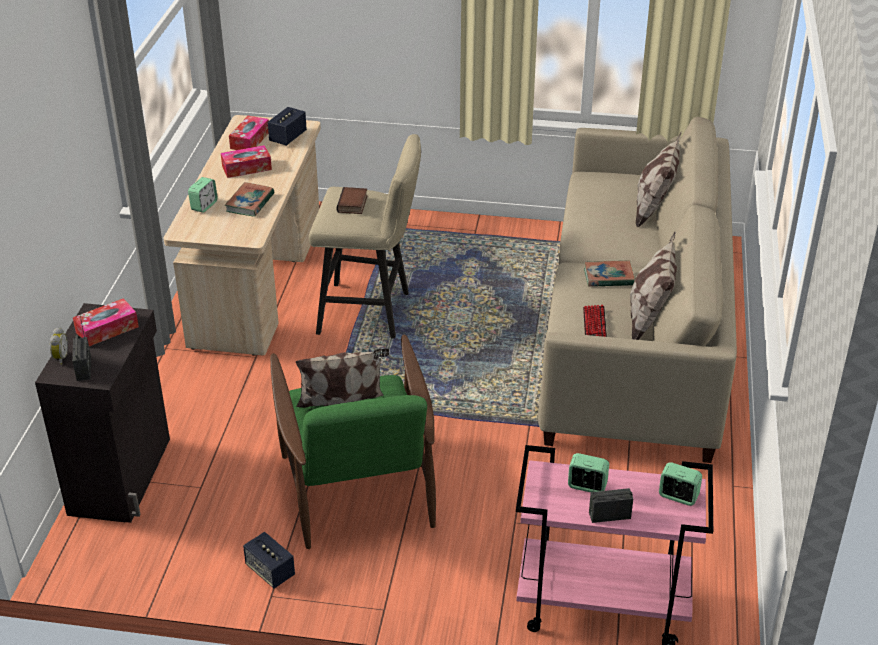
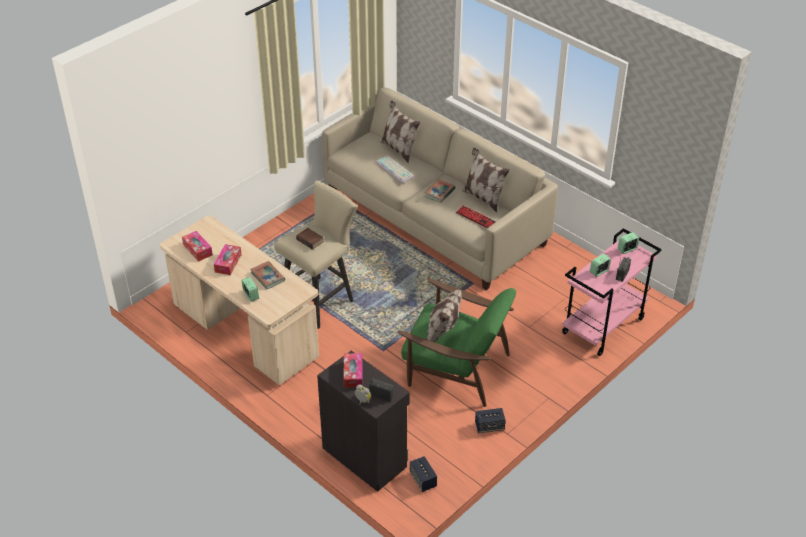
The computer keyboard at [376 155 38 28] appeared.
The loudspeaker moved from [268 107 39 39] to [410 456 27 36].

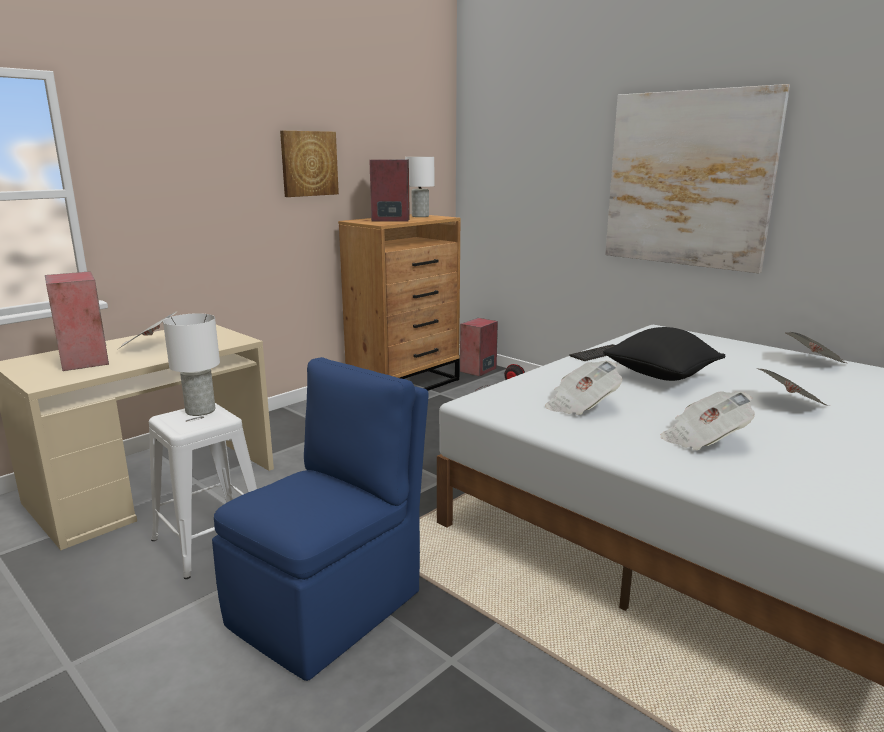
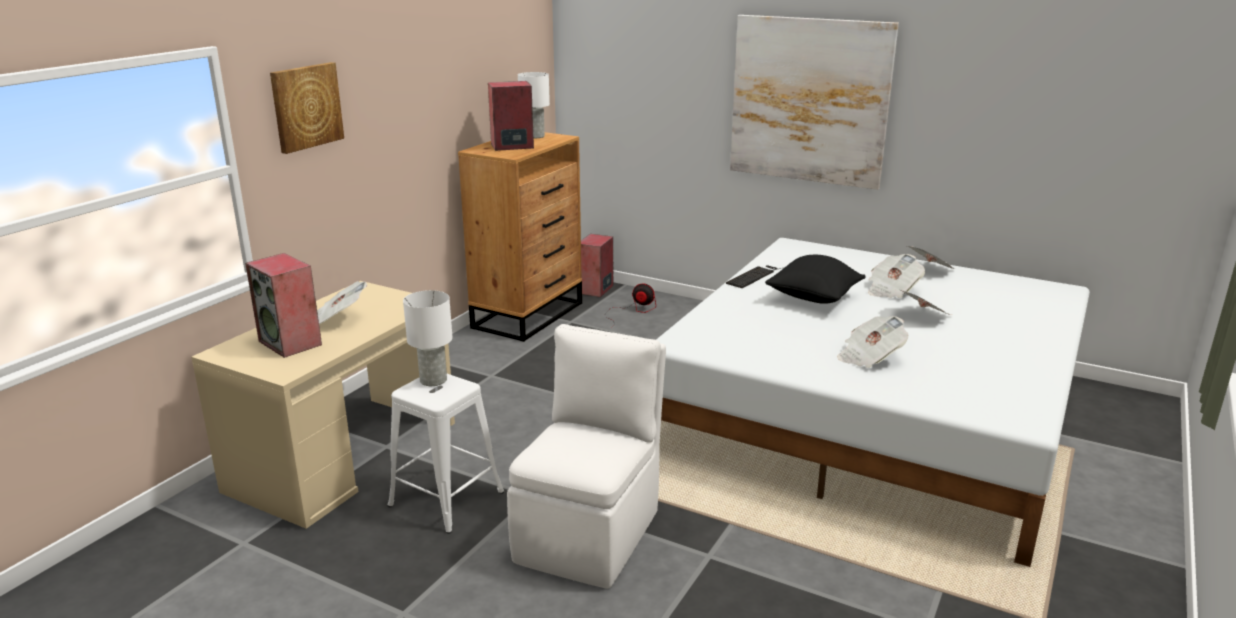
The wall picture moved from [280 131 59 66] to [270 62 74 92].
The plain chair in blue at [212 357 217 324] became the plain chair in white at [507 324 159 265].
The newspaper moved from [545 361 77 54] to [868 254 57 44].

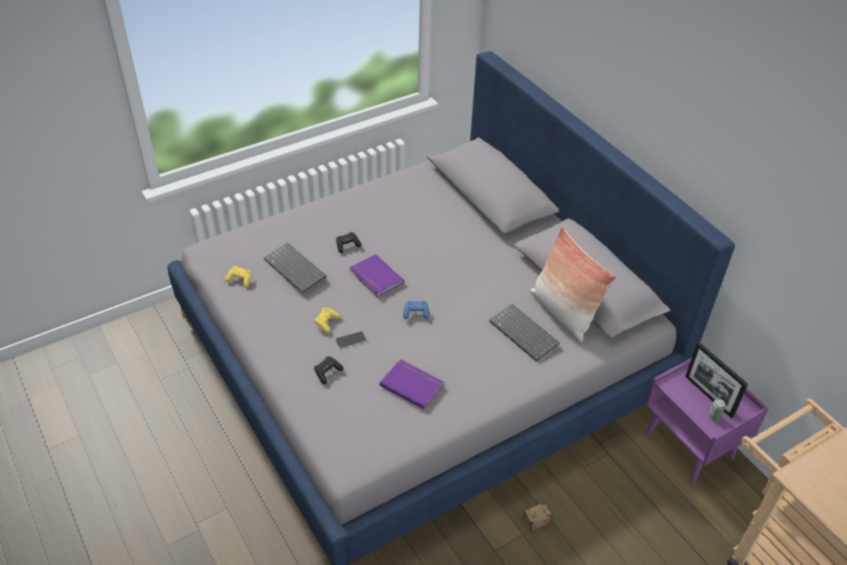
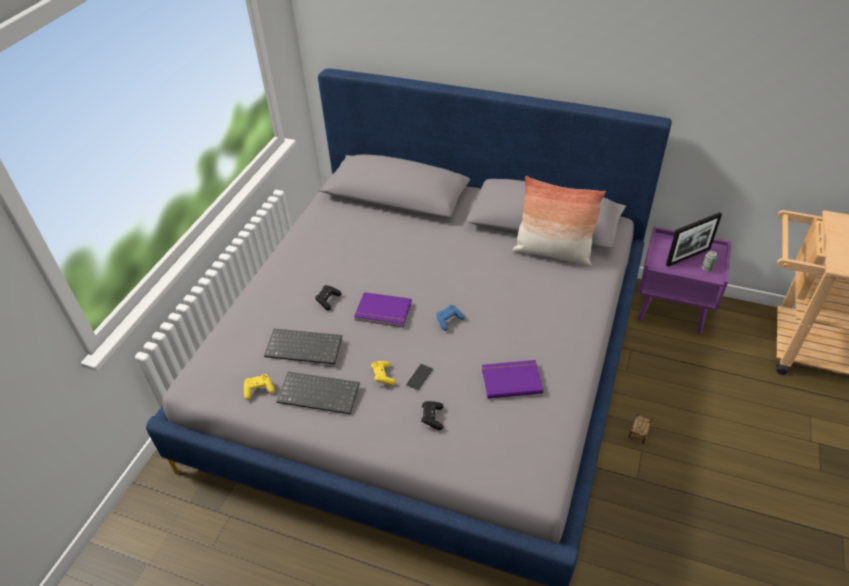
The computer keyboard moved from [489 304 71 57] to [276 372 84 42].
The standing frame at [685 342 63 76] turned 45 degrees counterclockwise.

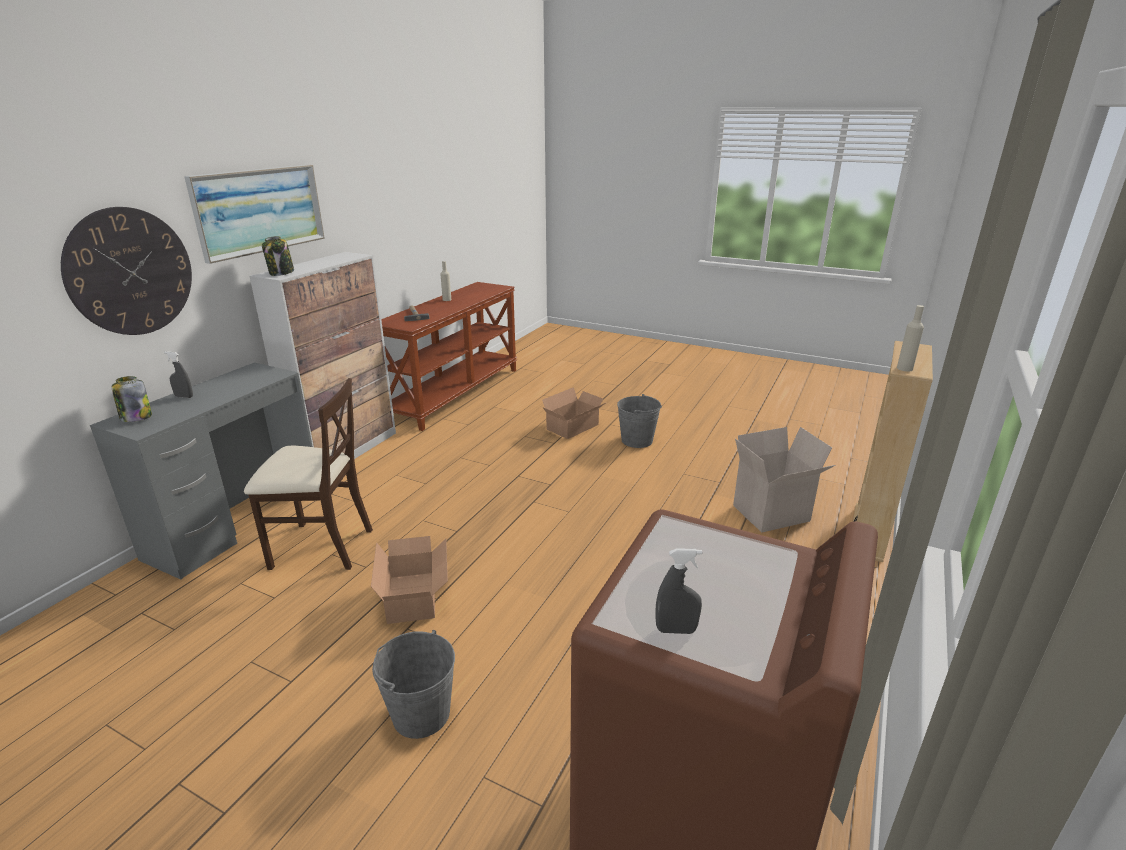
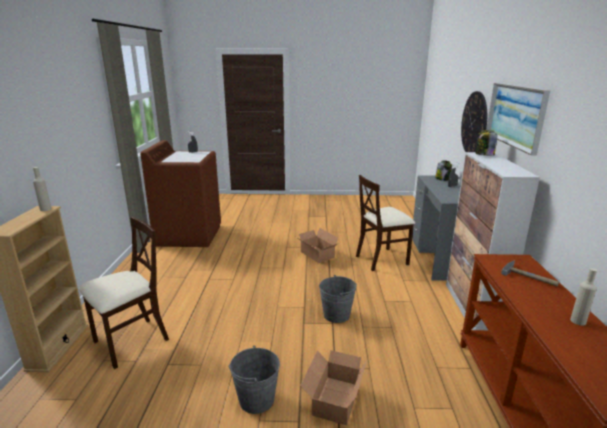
The cardboard box at [733 427 102 105] was replaced by the plain chair in beige-coloured at [79 217 90 152].
The pail in gray moved from [372 630 83 109] to [319 275 38 48].

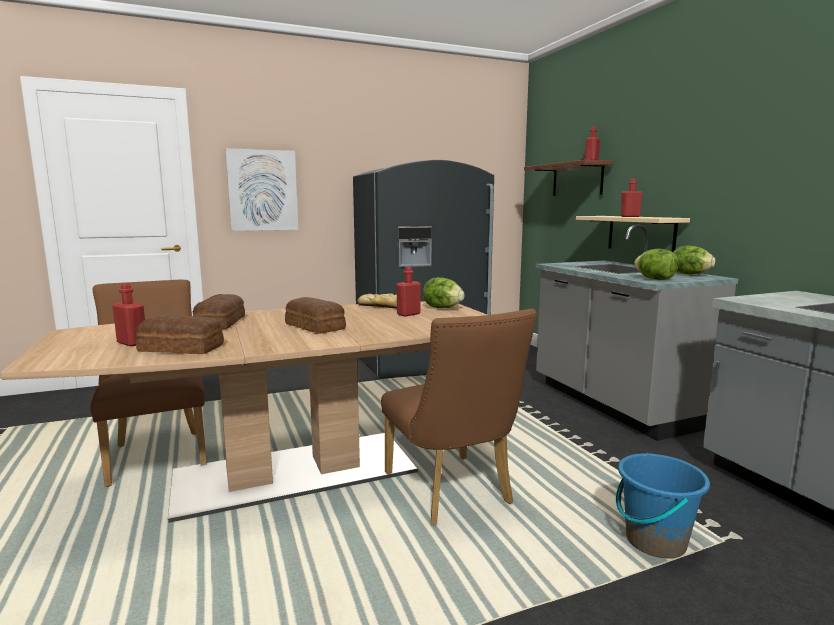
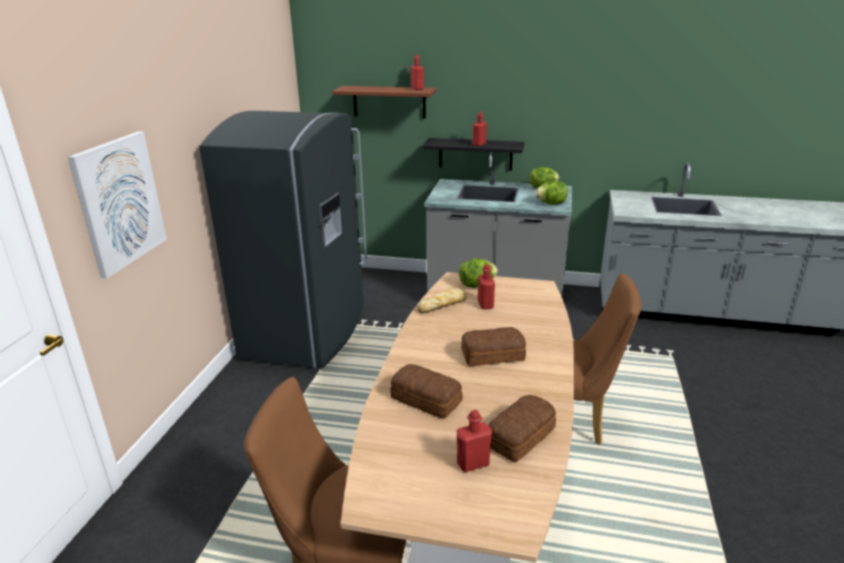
The shelf in beige-coloured at [576 216 114 36] became the shelf in black at [422 138 103 33].
The pail in blue at [616 453 94 106] disappeared.

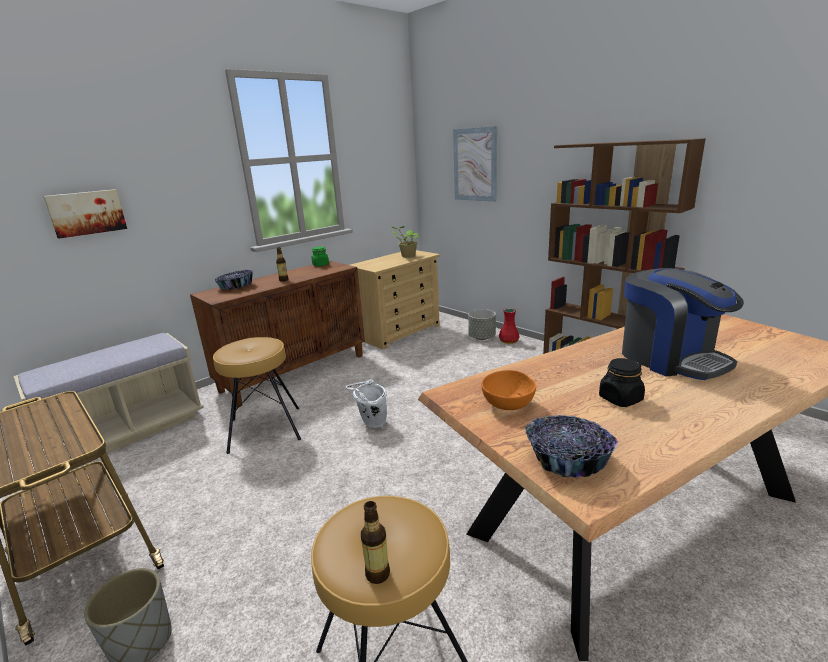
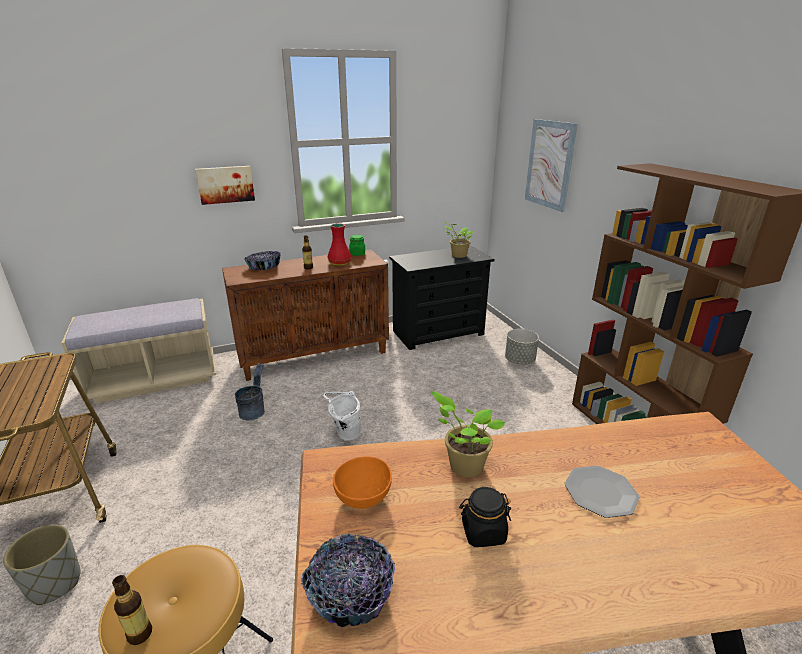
The wall picture moved from [43 189 84 50] to [195 166 60 39].
The stool in brown at [213 337 88 117] was replaced by the pail in gray at [235 363 30 58].
The decorative vase in reddish moved from [499 308 21 36] to [328 223 23 42].
The chest of drawers in beige-coloured at [351 250 89 99] became the chest of drawers in black at [389 246 106 104].
The potted plant at [431 391 74 86] appeared.
The coffee maker at [622 268 122 112] was replaced by the plate at [565 466 75 52].

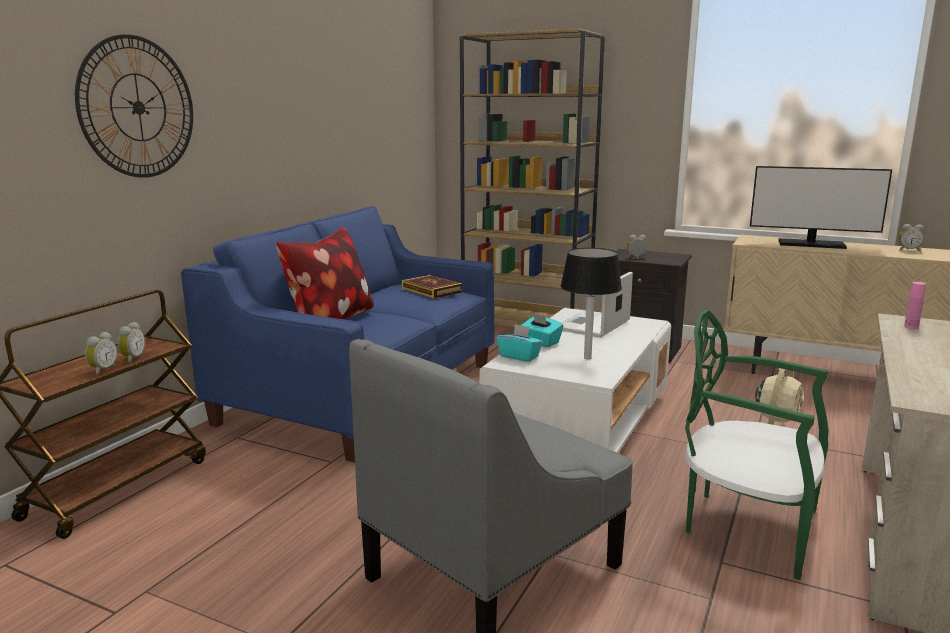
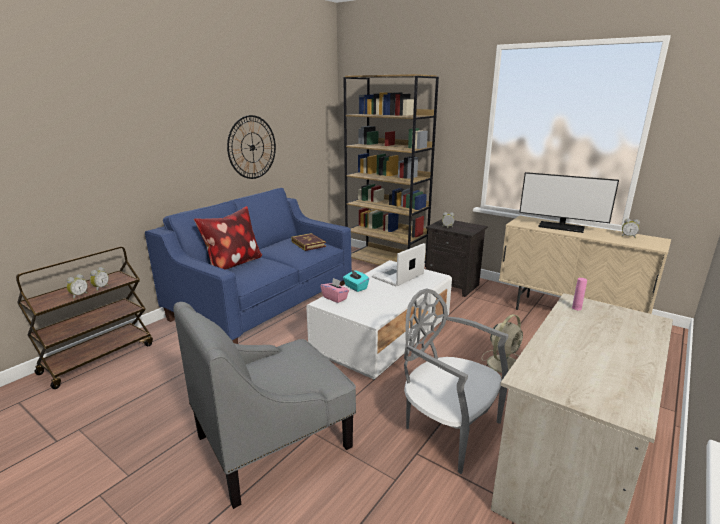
The hanging clock moved from [75 34 118 144] to [227 115 49 64].
The tissue box in turquoise-coloured at [496 324 47 38] became the tissue box in pinkish at [321 278 28 25].
The plain chair in greenish at [685 310 144 270] became the plain chair in gray at [404 288 105 186].
The table lamp in black at [560 248 62 111] disappeared.

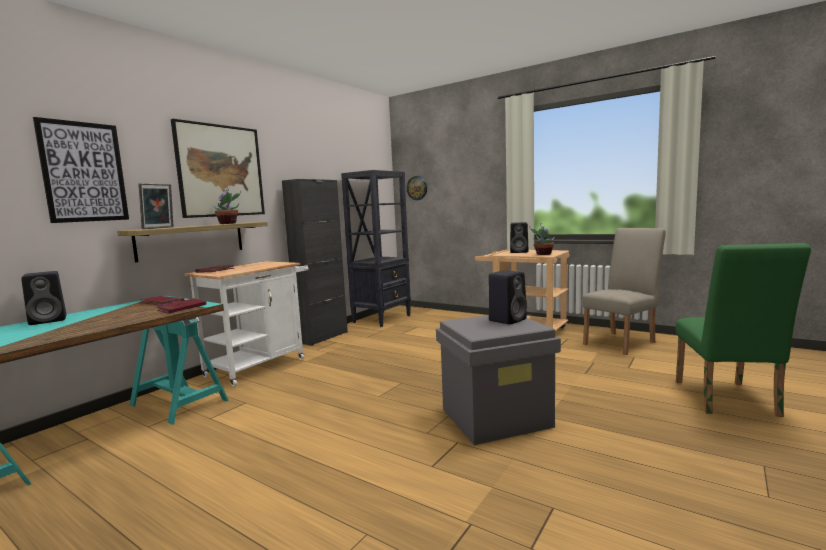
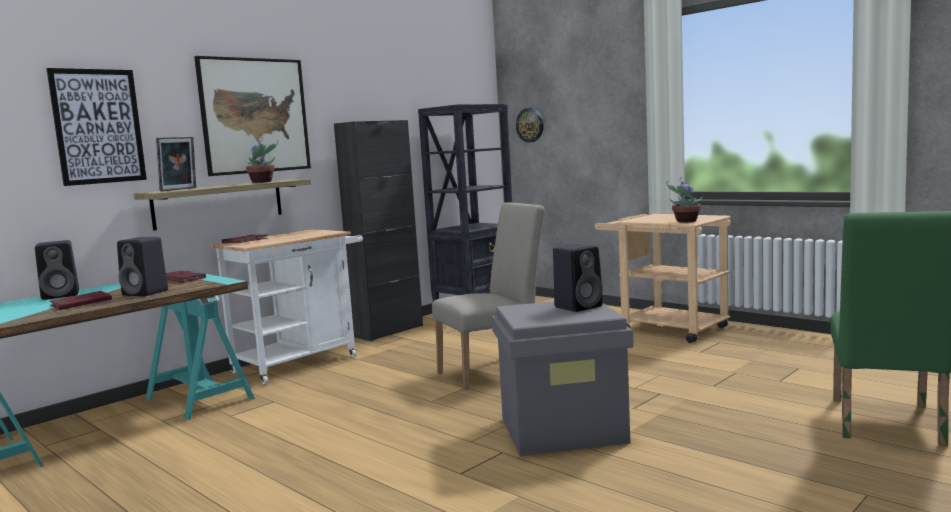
The volume in reddish moved from [157 298 49 16] to [50 291 62 19].
The loudspeaker in black moved from [510 222 18 31] to [117 237 51 59].
The plain chair in beige-coloured moved from [583 228 83 127] to [432 202 113 188].

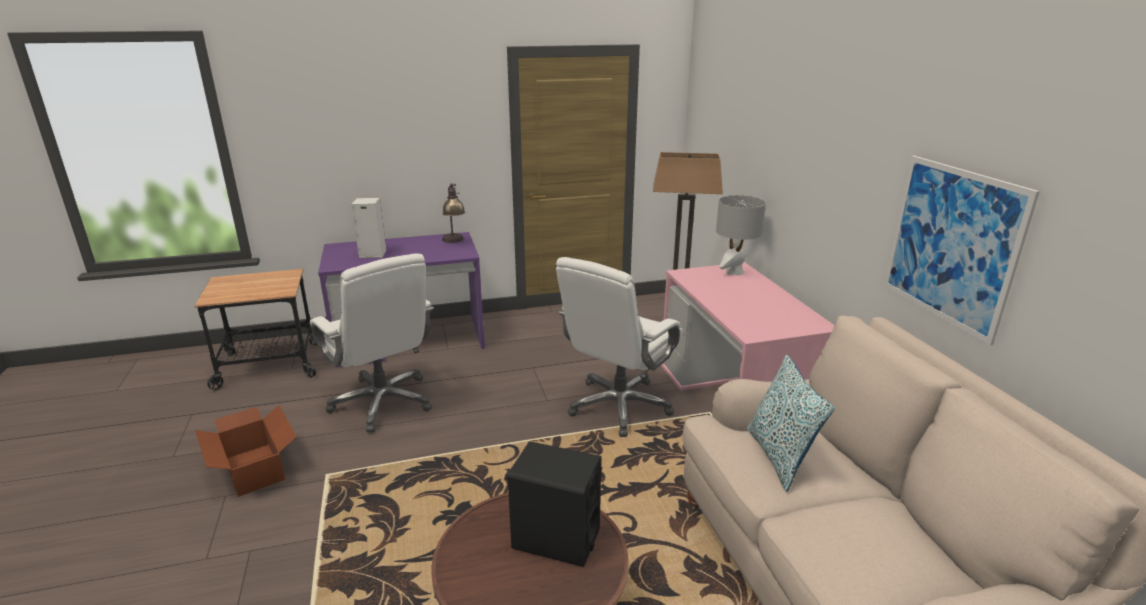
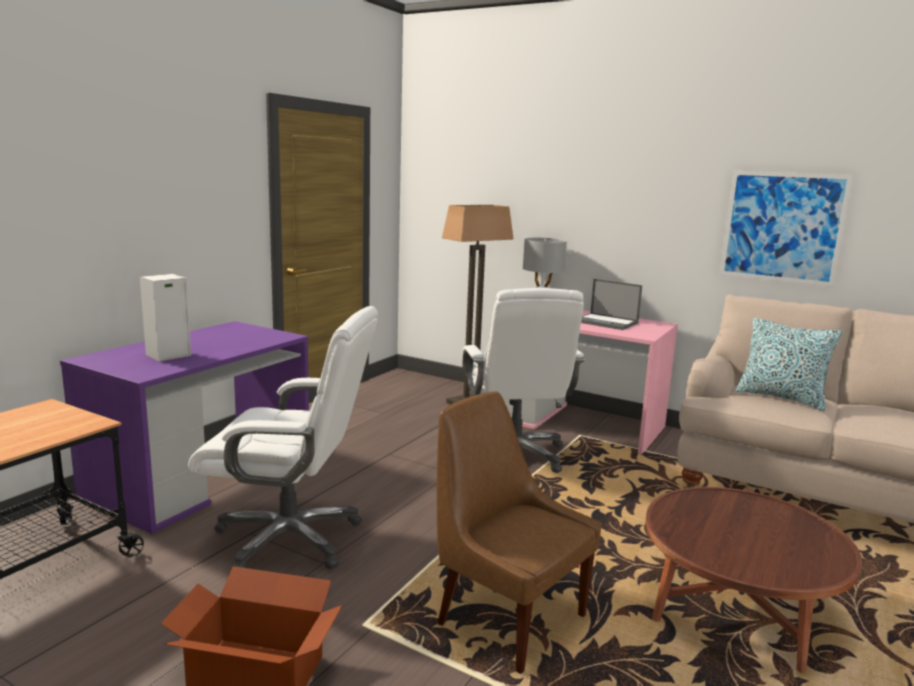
The plain chair in brown at [437 391 165 283] appeared.
The notebook computer at [581 279 61 51] appeared.
The table lamp at [442 183 23 60] disappeared.
The loudspeaker in black at [505 441 96 126] disappeared.

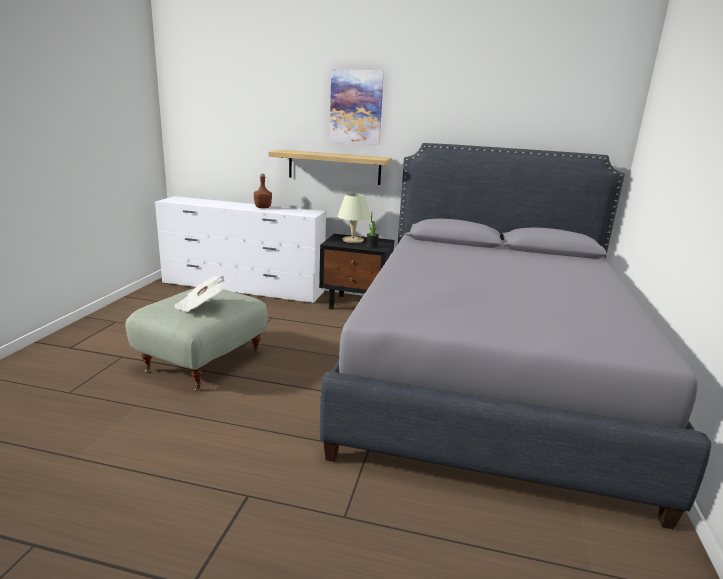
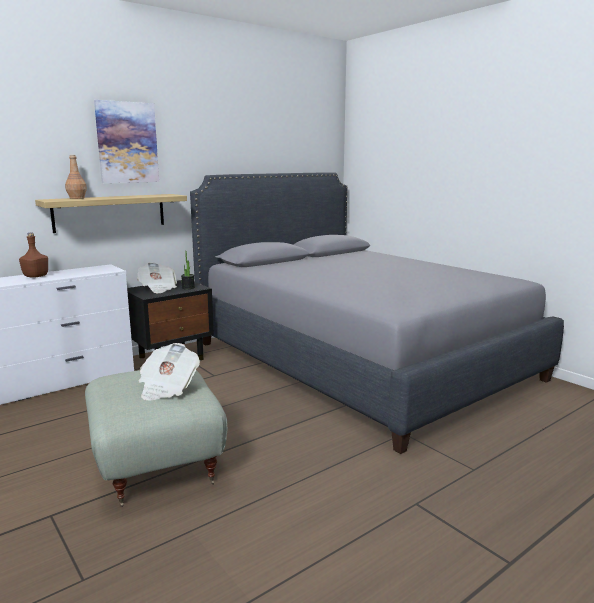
The bottle in brown at [65 155 22 44] appeared.
The table lamp in beige-coloured at [337 193 34 50] was replaced by the newspaper at [137 262 40 31].

